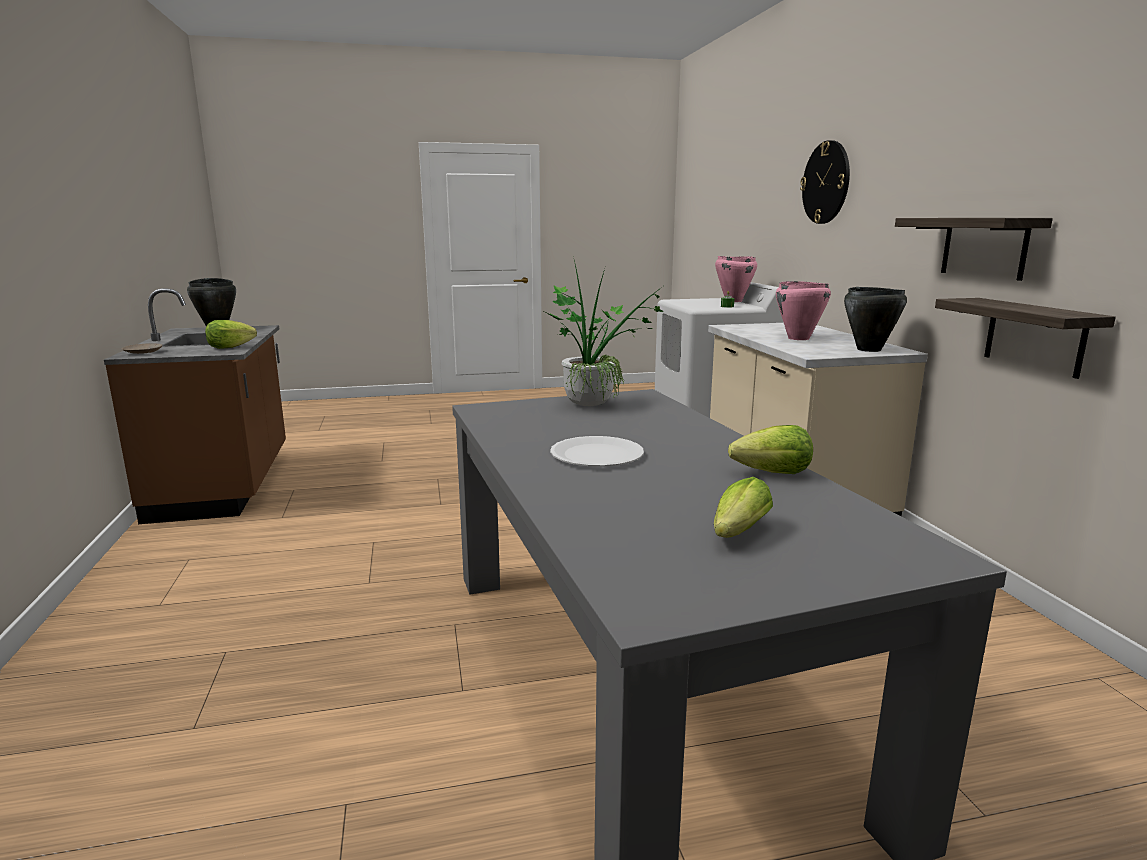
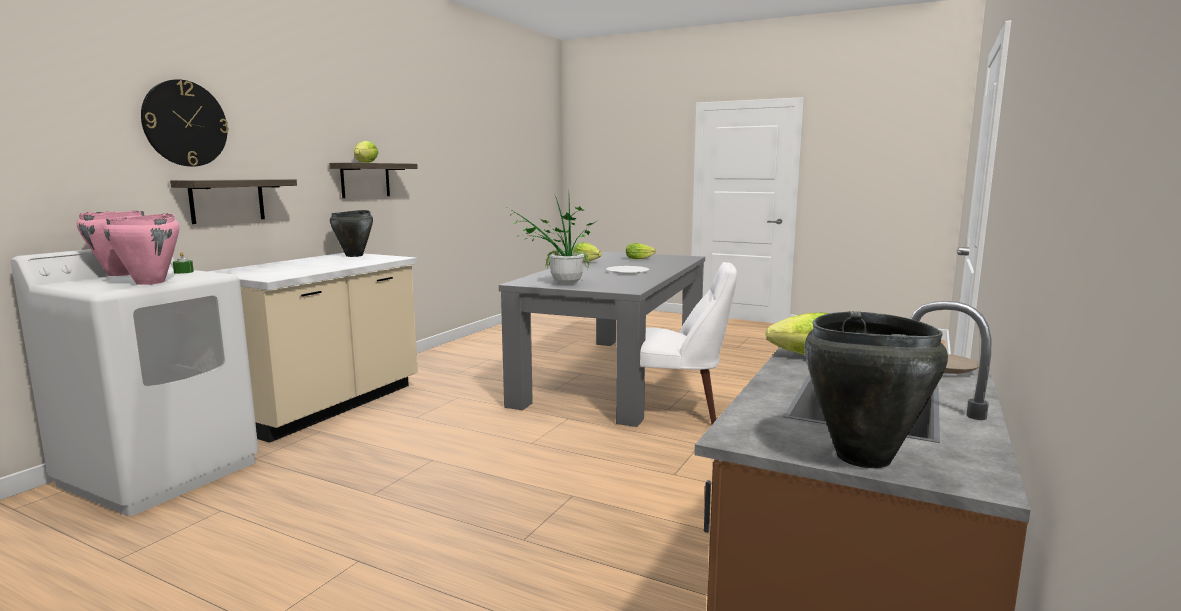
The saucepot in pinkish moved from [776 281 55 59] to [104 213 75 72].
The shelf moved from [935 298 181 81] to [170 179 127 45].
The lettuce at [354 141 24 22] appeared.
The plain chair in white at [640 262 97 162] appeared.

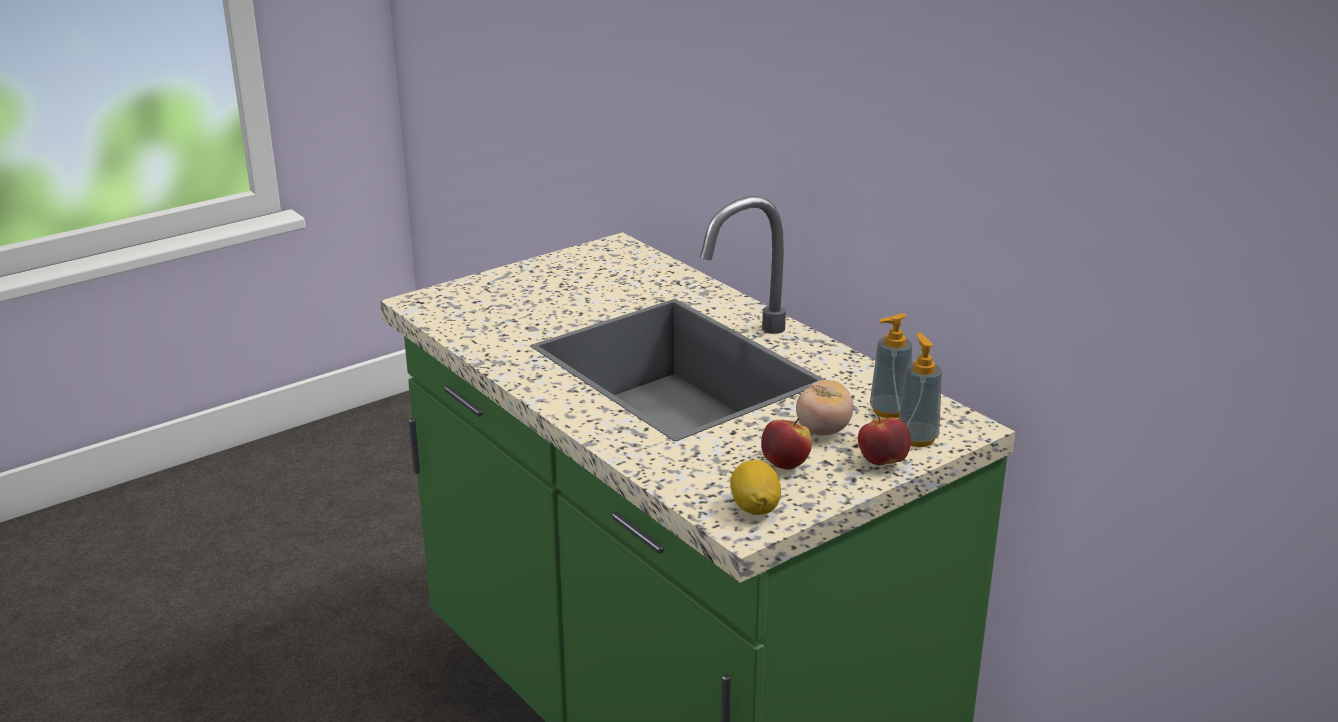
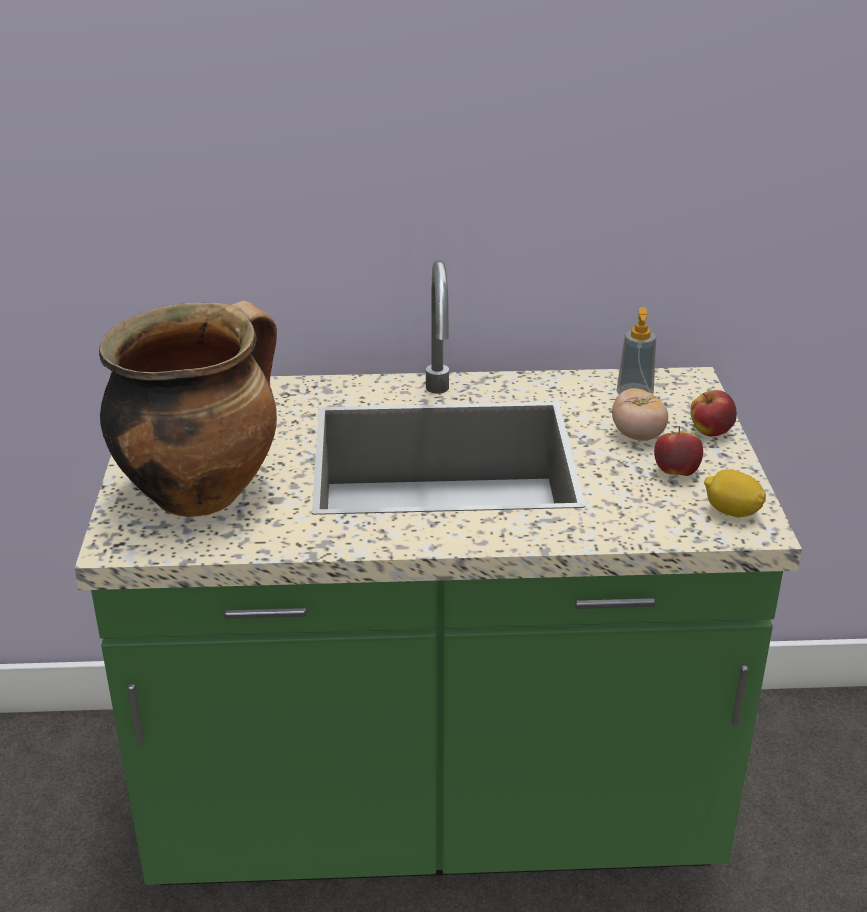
The saucepot at [99 301 178 216] appeared.
The soap dispenser at [899 333 43 114] disappeared.

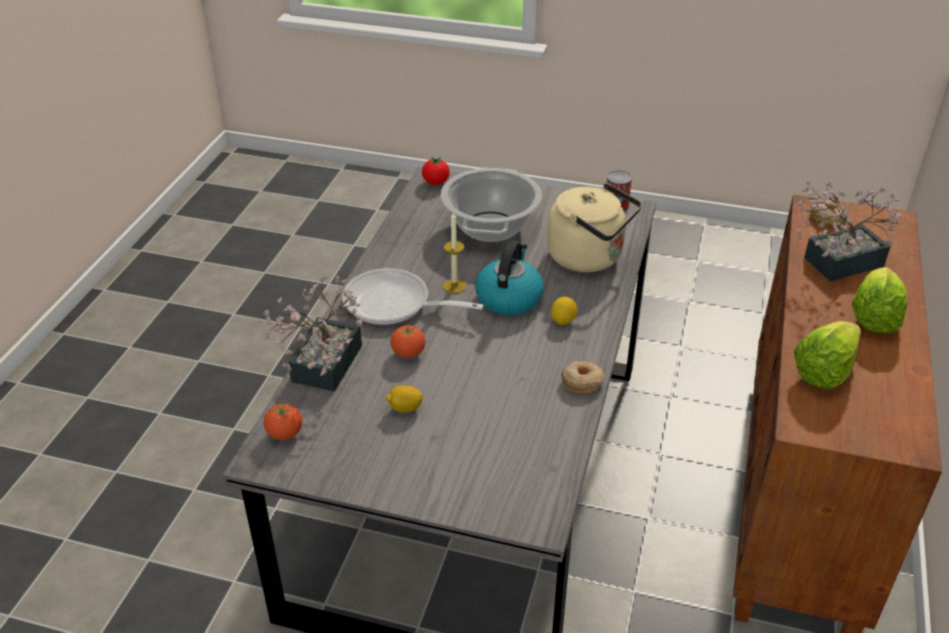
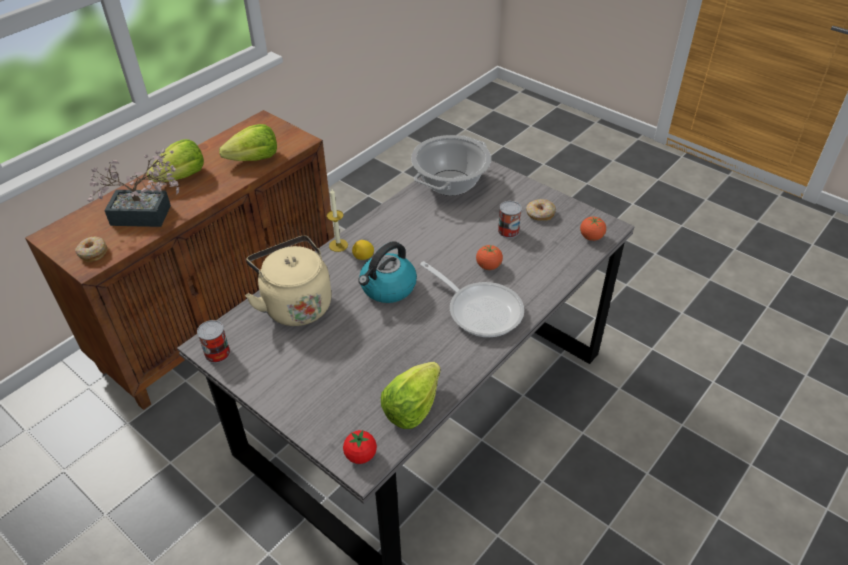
The candle moved from [443 211 23 82] to [327 189 21 63].
The lettuce at [381 362 60 67] appeared.
The saucepot moved from [441 168 101 74] to [411 135 80 61].
The citrus fruit at [386 385 37 27] was replaced by the can at [498 201 24 37].
The ring doughnut moved from [561 361 43 32] to [526 199 30 22].
The potted plant at [264 276 98 115] disappeared.

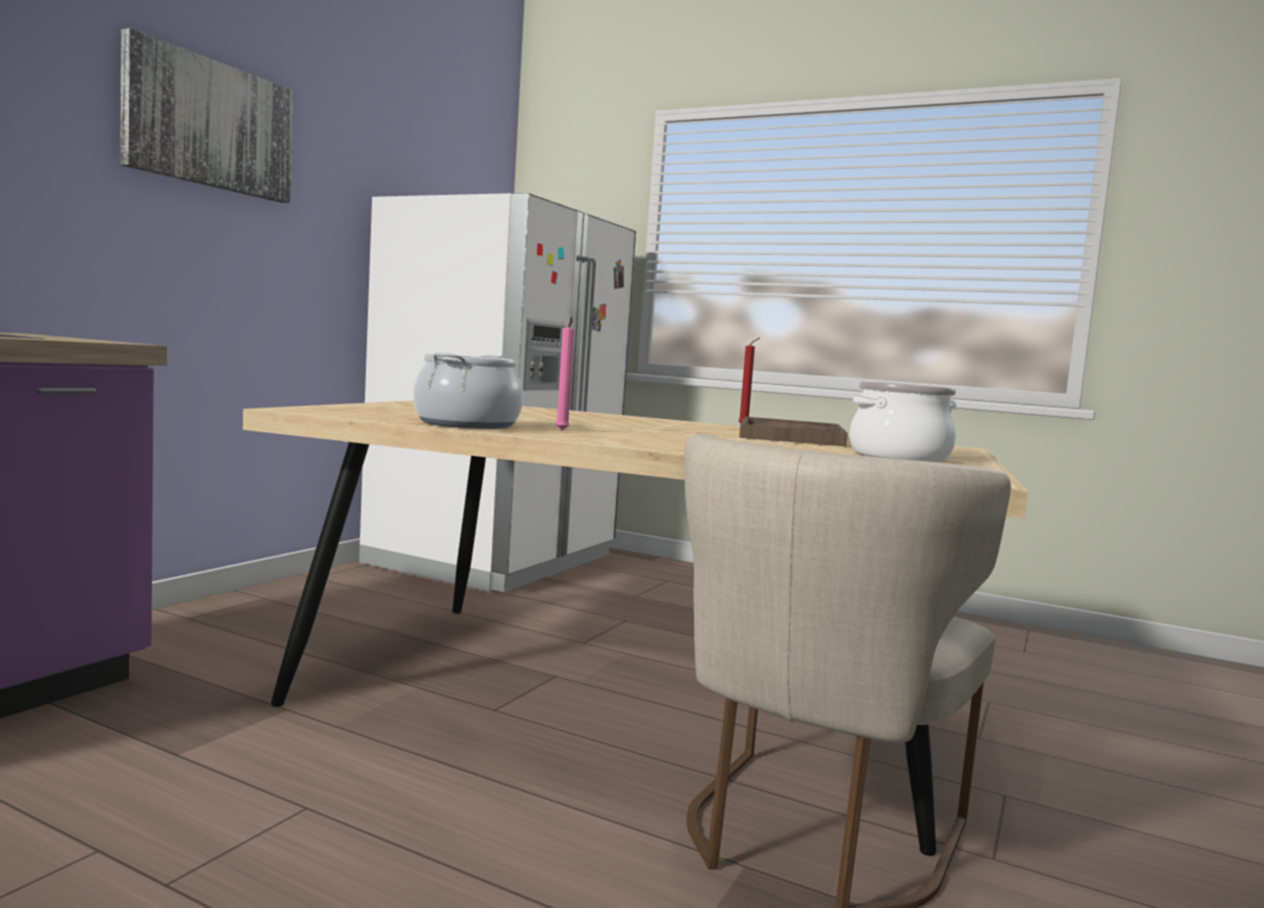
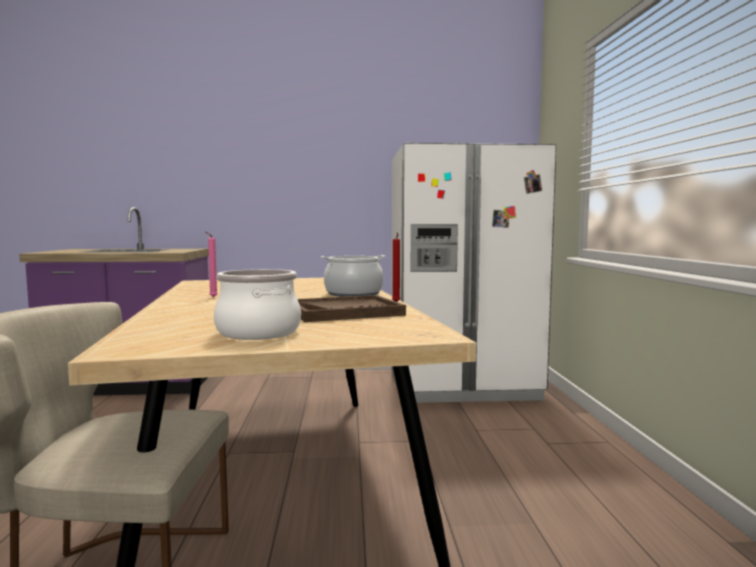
The saucepot moved from [413 353 110 76] to [321 255 65 42].
The wall picture at [120 28 174 175] disappeared.

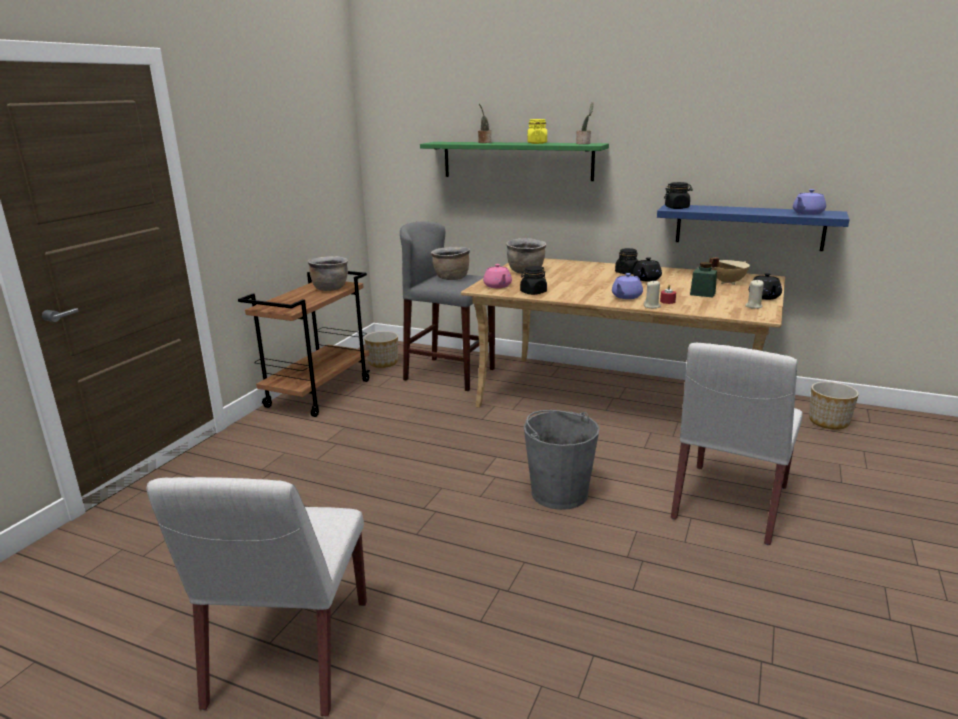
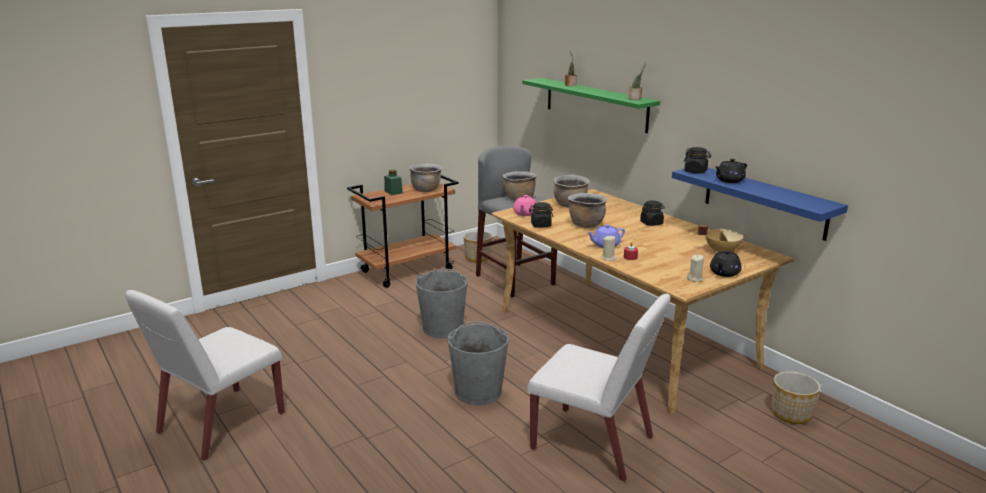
The storage jar in greenish moved from [690 262 27 35] to [384 170 19 25].
The pail in gray at [416 269 52 69] appeared.
The plain chair in white at [671 342 132 203] turned 120 degrees counterclockwise.
The saucepot in brown at [568 193 39 35] appeared.
The teapot in black moved from [633 257 29 24] to [715 159 32 24].
The storage jar in yellow-coloured at [527 119 20 25] disappeared.
The teapot in purple-coloured at [793 189 33 26] disappeared.

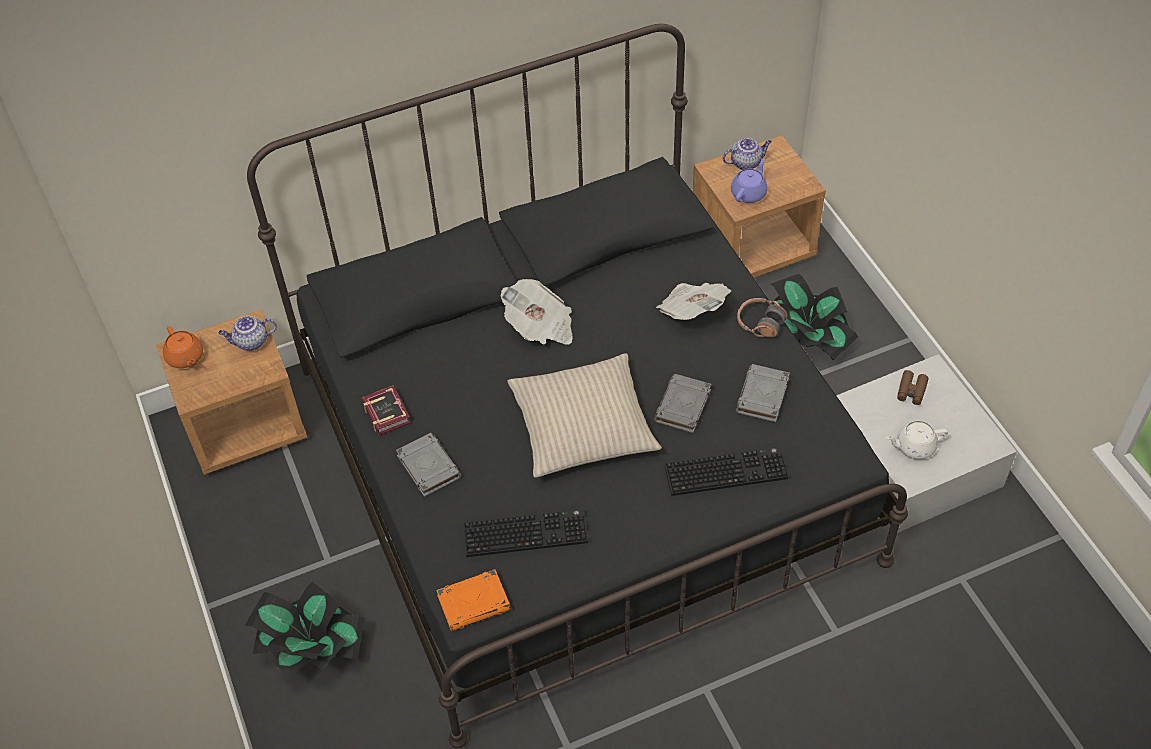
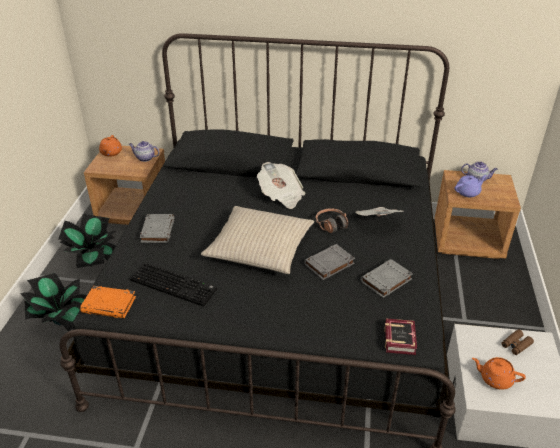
The potted plant moved from [771 273 87 87] to [58 214 58 54].
The pair of headphones moved from [737 298 51 39] to [316 208 32 25].
The volume moved from [362 385 49 51] to [384 319 33 36].
The teapot in white at [886 420 62 39] became the teapot in orange-coloured at [472 357 54 33].
The computer keyboard at [665 447 123 49] disappeared.

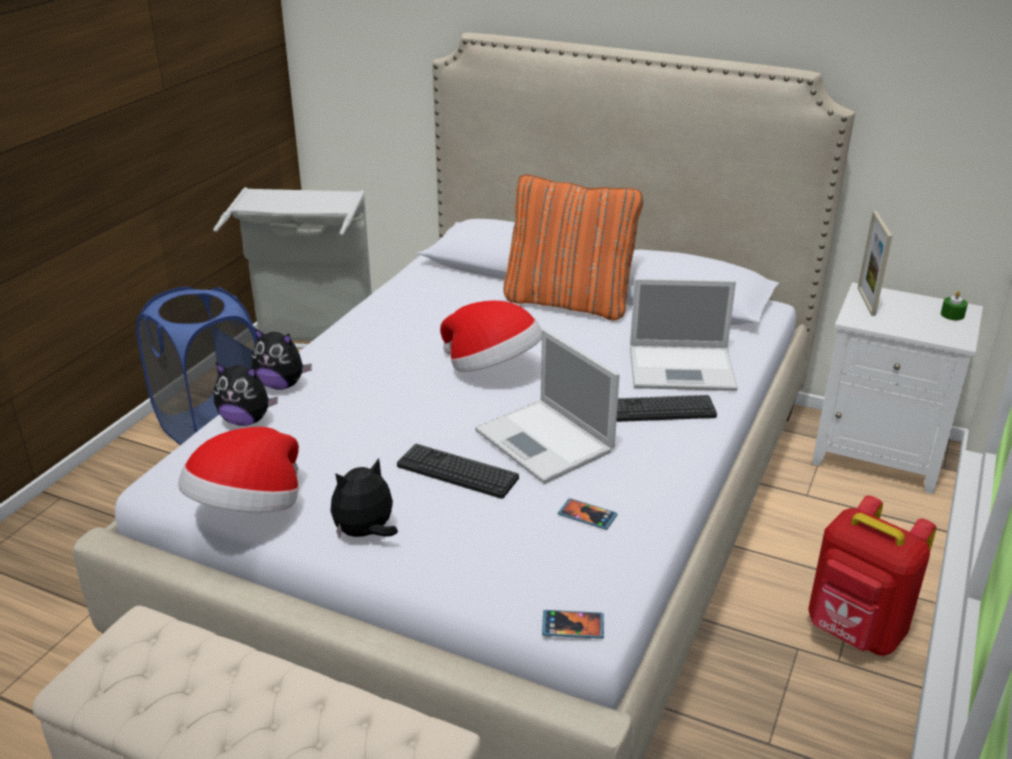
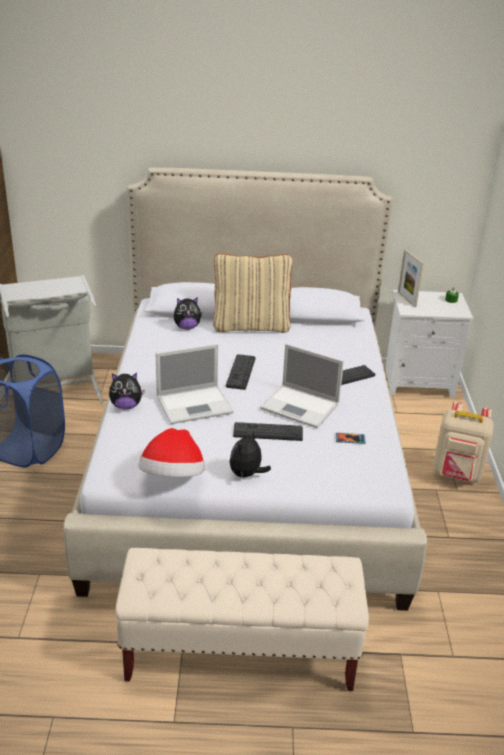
The notebook computer moved from [630 278 108 113] to [156 344 77 80].
The plush toy moved from [214 362 64 64] to [174 297 28 33].
The throw pillow in orange-coloured at [504 174 139 146] became the throw pillow in beige-coloured at [213 253 80 80].
The wearable hat at [440 301 102 71] was replaced by the computer keyboard at [226 354 29 36].
The knapsack in reddish at [808 495 129 161] became the knapsack in beige-coloured at [433 402 61 81].
The phone at [542 610 62 29] disappeared.

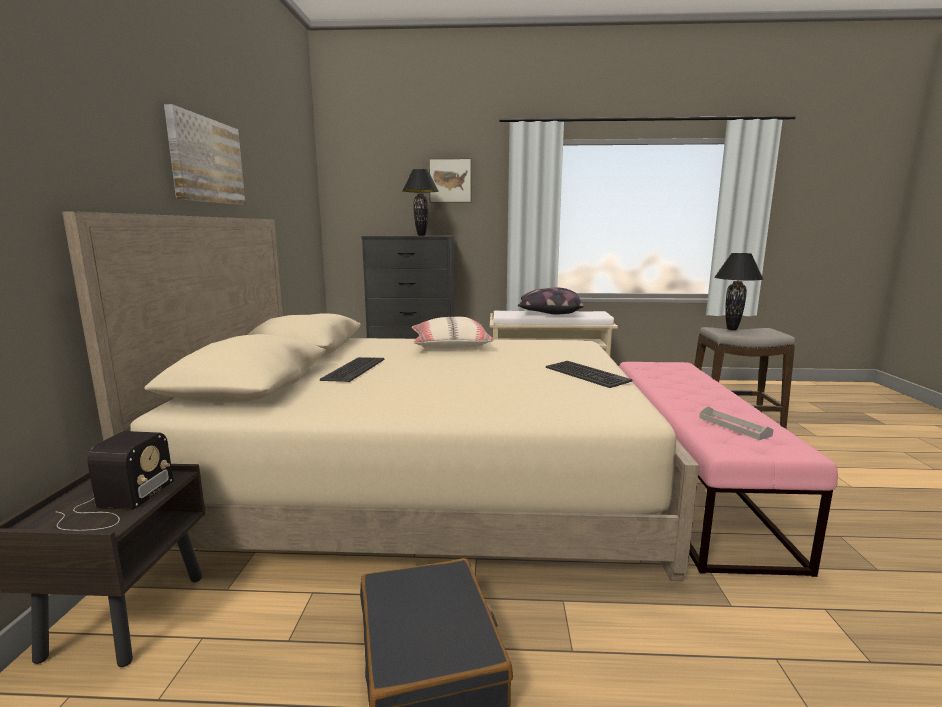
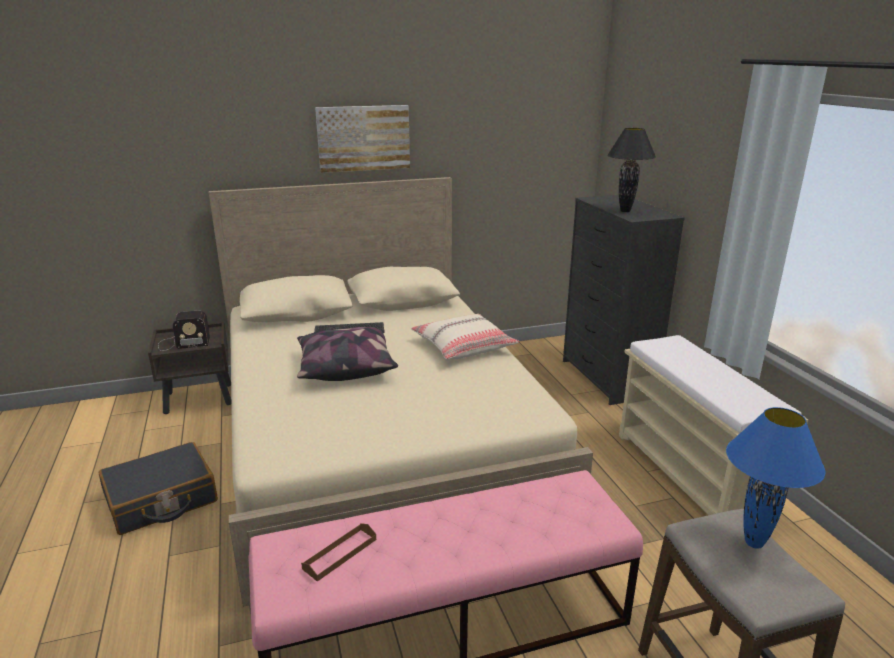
The throw pillow moved from [518 288 66 26] to [297 327 101 54].
The carrying tray in gray at [699 406 75 34] became the carrying tray in brown at [301 523 75 59].
The table lamp in black at [714 253 49 77] became the table lamp in blue at [726 407 99 142].
The wall picture at [429 158 43 45] disappeared.
The computer keyboard at [546 361 87 27] disappeared.

